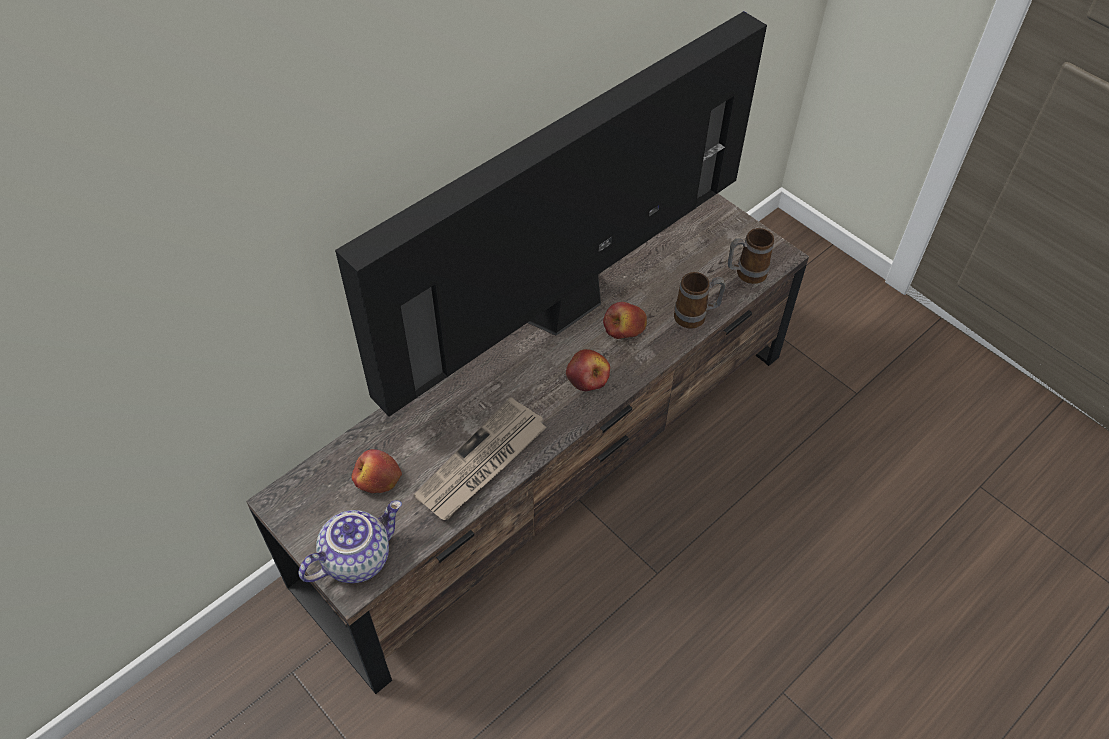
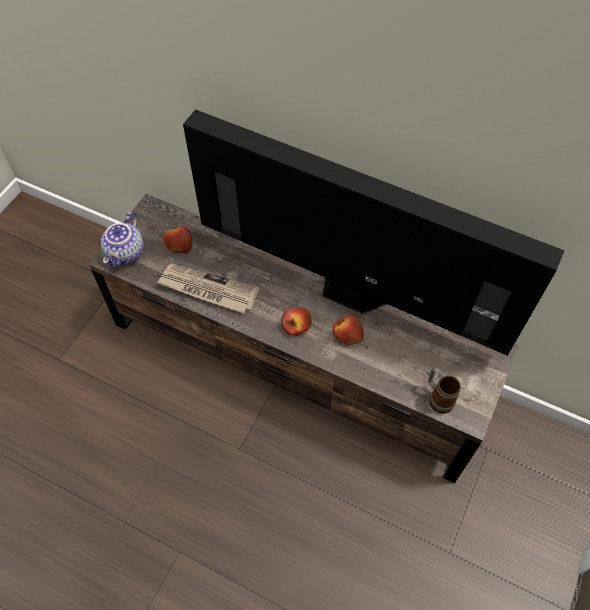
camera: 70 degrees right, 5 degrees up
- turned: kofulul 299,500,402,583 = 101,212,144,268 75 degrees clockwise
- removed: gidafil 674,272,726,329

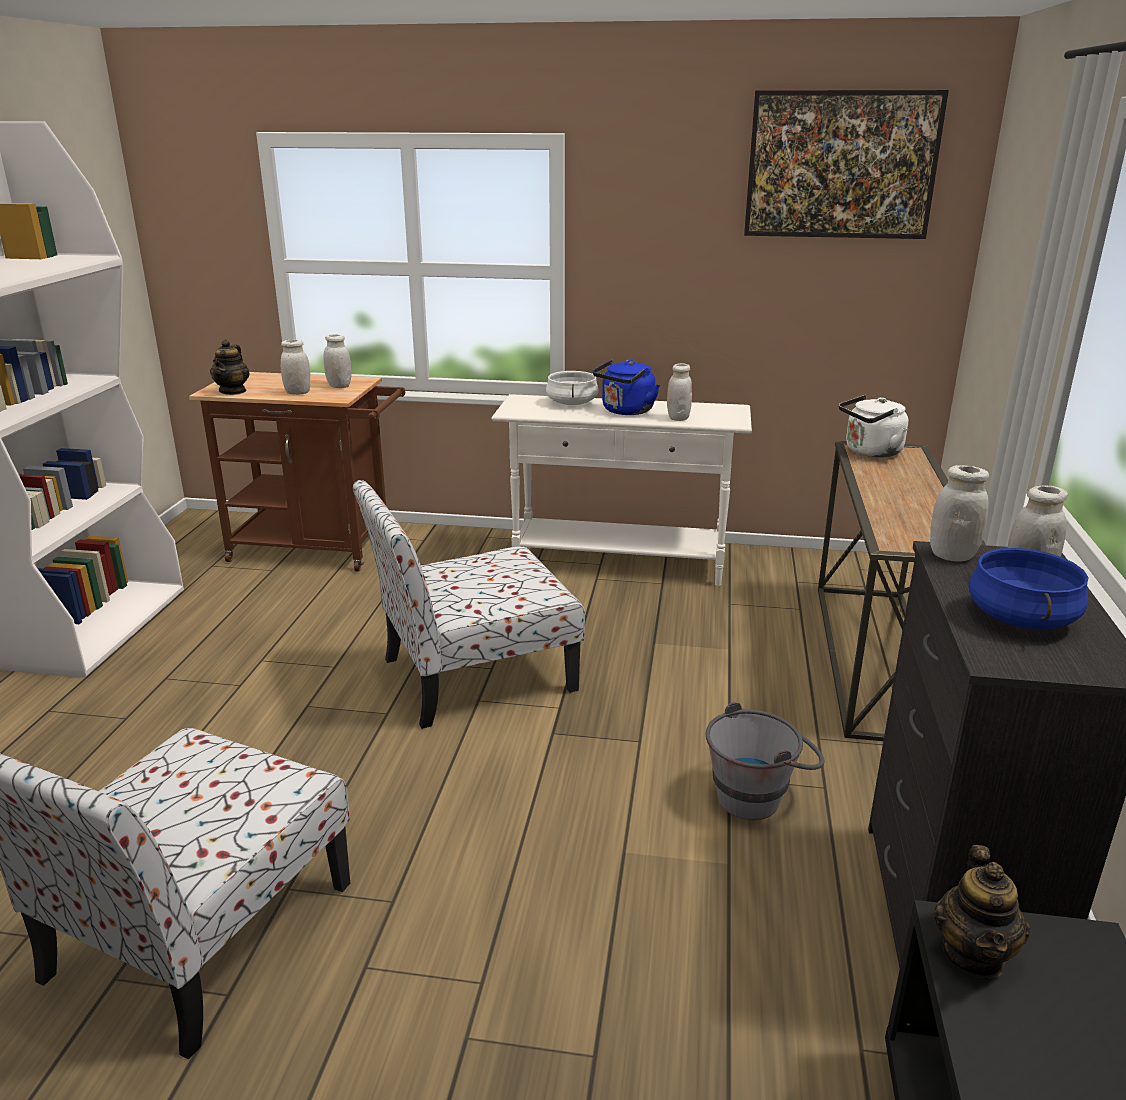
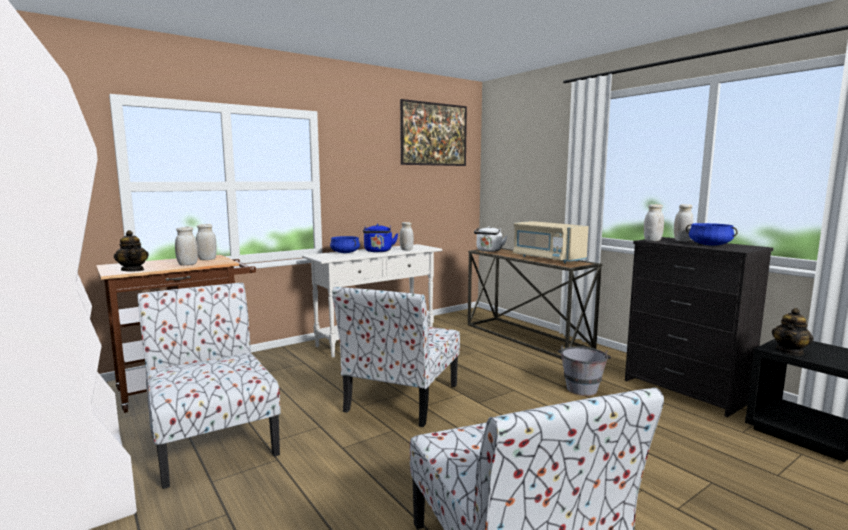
camera: 45 degrees left, 15 degrees down
- added: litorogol 137,282,281,489
- recoloured: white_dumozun 546,371,599,405 to blue_dumozun 330,236,360,253
- added: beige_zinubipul 513,221,589,263
- turned: kofulul 933,845,1030,979 = 772,308,814,356 75 degrees clockwise

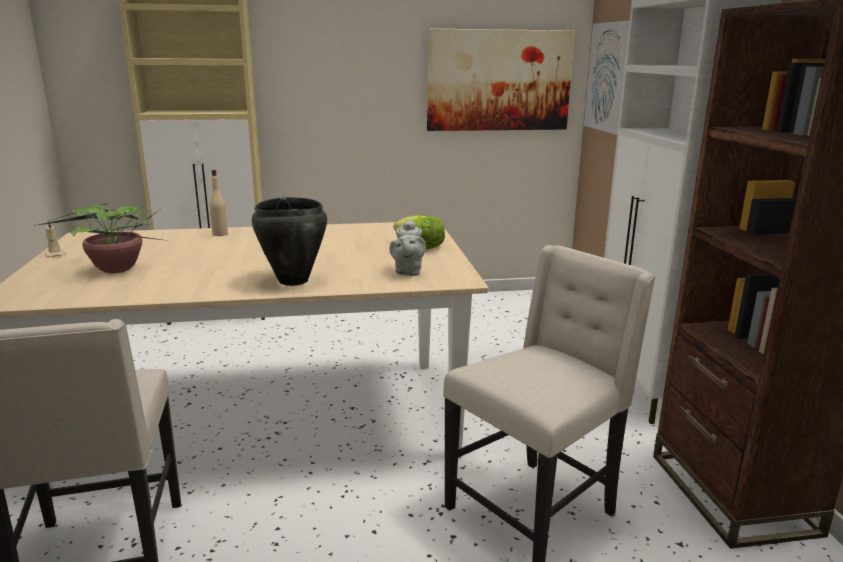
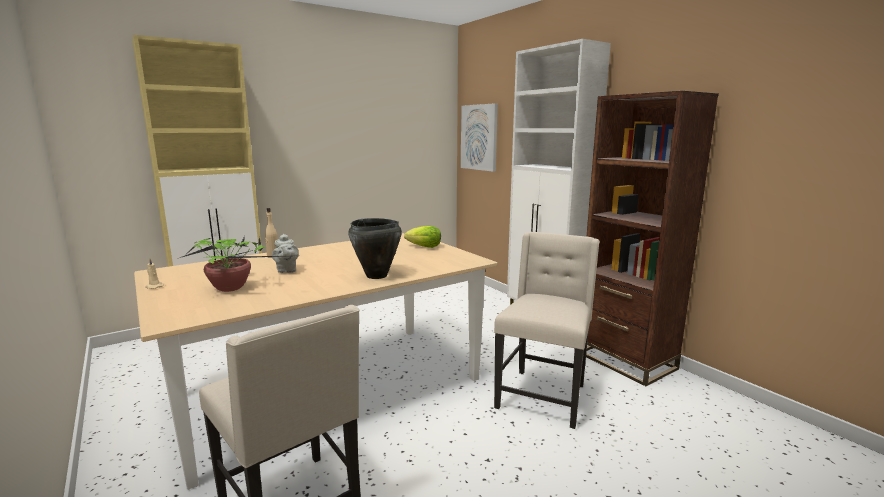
camera: 25 degrees left, 5 degrees down
- moved: grey_kofulul 389,219,426,276 to 272,234,299,273
- removed: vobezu 427,28,575,131

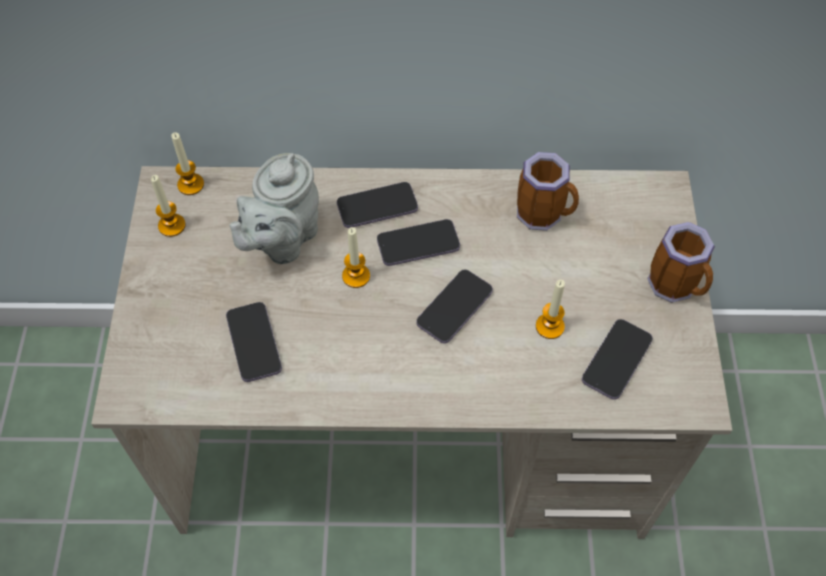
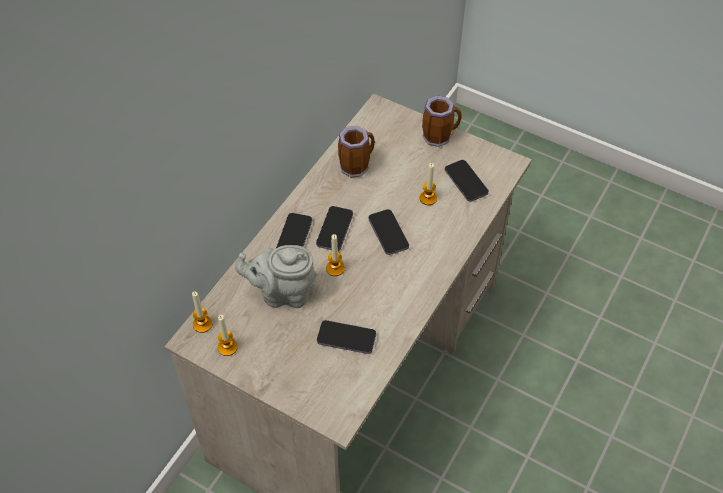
camera: 60 degrees left, 5 degrees down
- turned: grey_kofulul 229,153,319,264 = 235,245,317,308 120 degrees clockwise

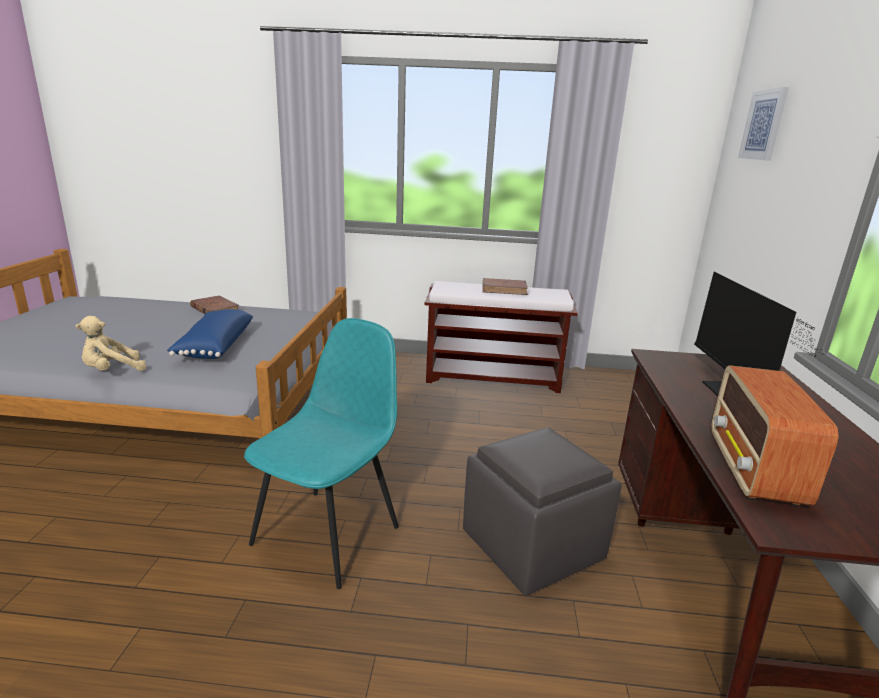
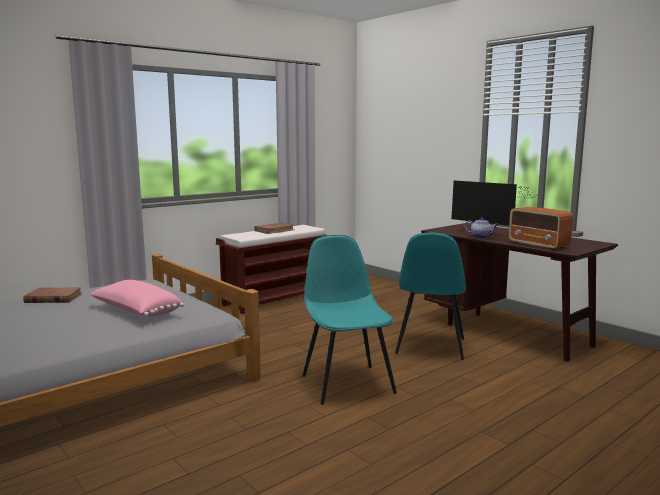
camera: 45 degrees left, 10 degrees down
- recoloured: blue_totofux 167,309,253,359 to pink_totofux 90,280,184,317
- replaced: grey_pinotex 463,427,622,596 to turquoise_litorogol 395,233,466,360
- added: kofulul 465,217,499,238
- removed: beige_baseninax 76,316,146,371
- removed: vobezu 738,87,789,161

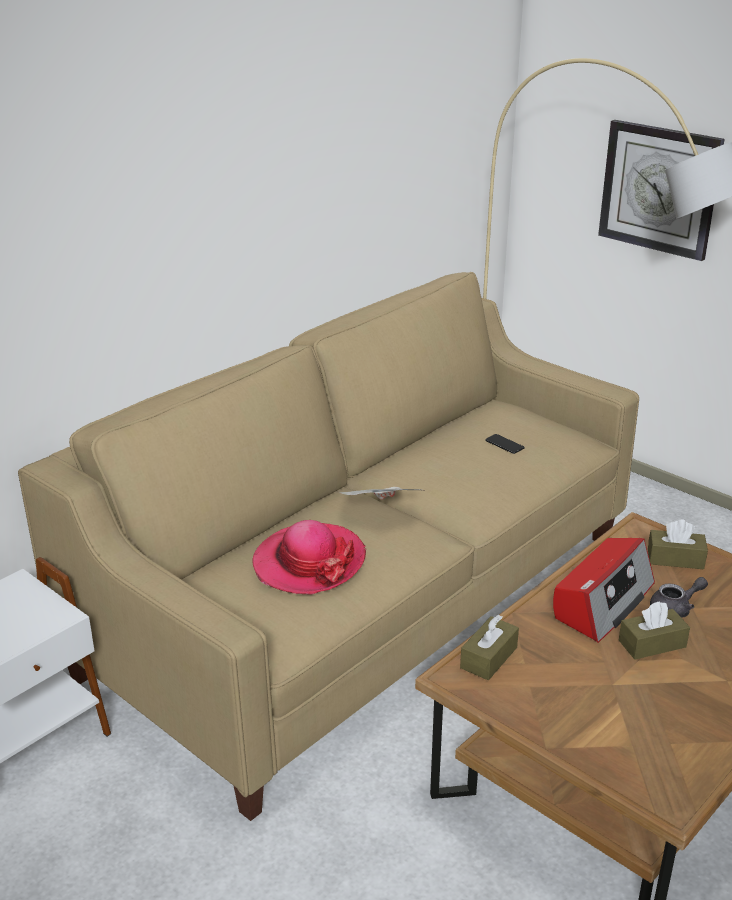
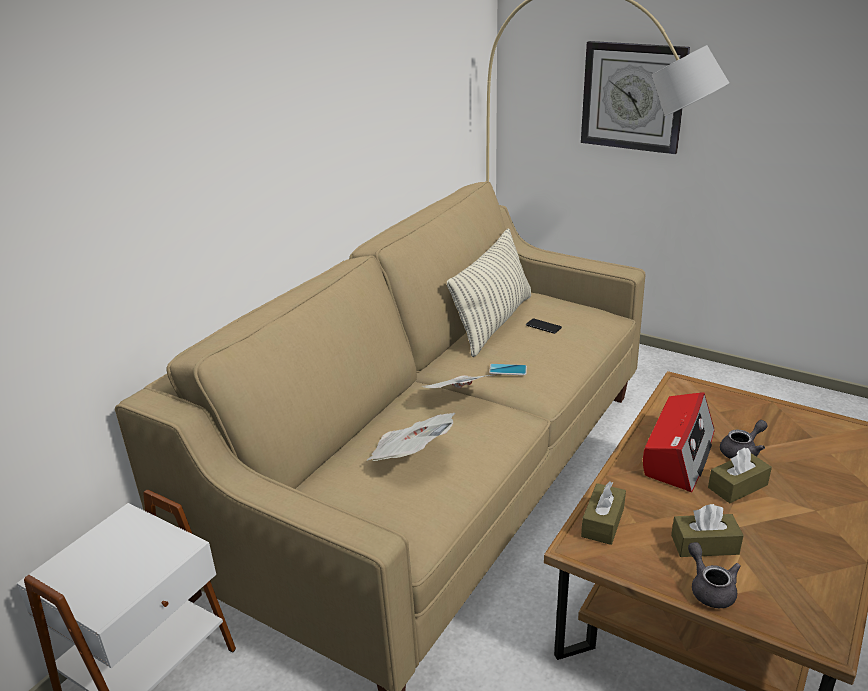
camera: 10 degrees left, 0 degrees up
- replaced: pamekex 252,520,366,595 to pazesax 366,413,456,461
- added: totofux 447,228,531,357
- added: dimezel 489,364,527,375
- moved: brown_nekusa 648,520,708,569 to 671,504,744,557
- added: grey_kofulul 688,542,741,608

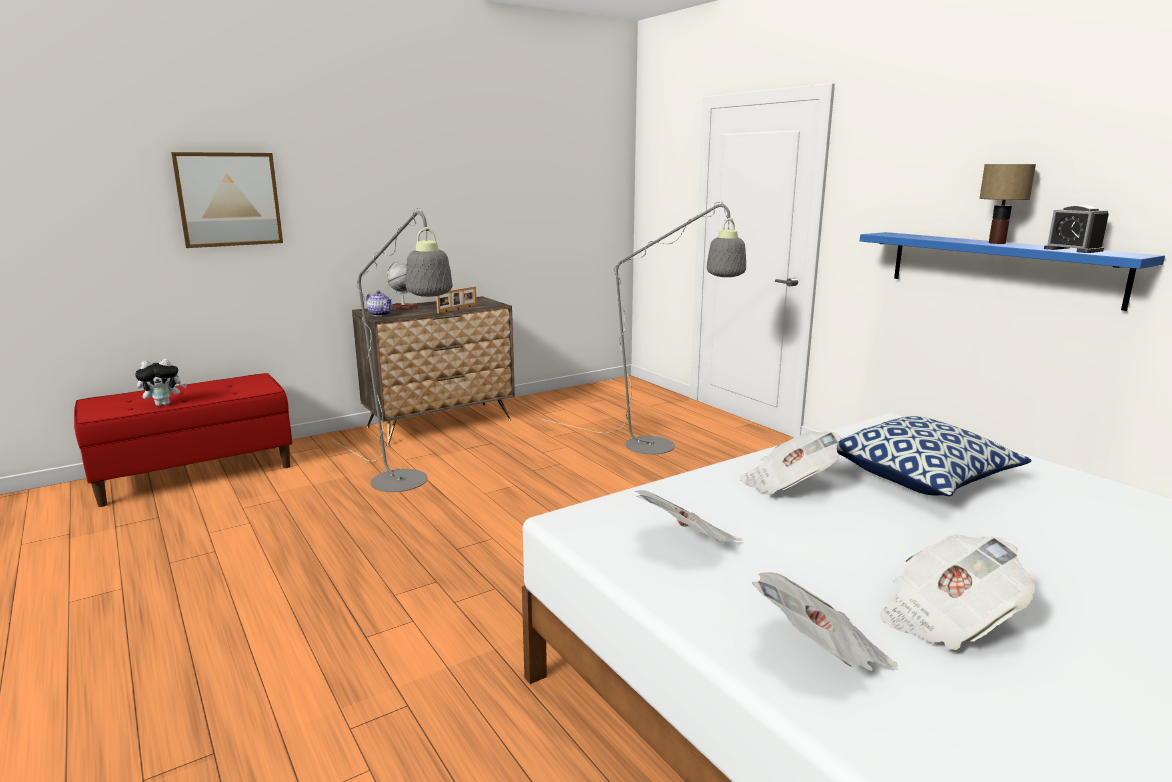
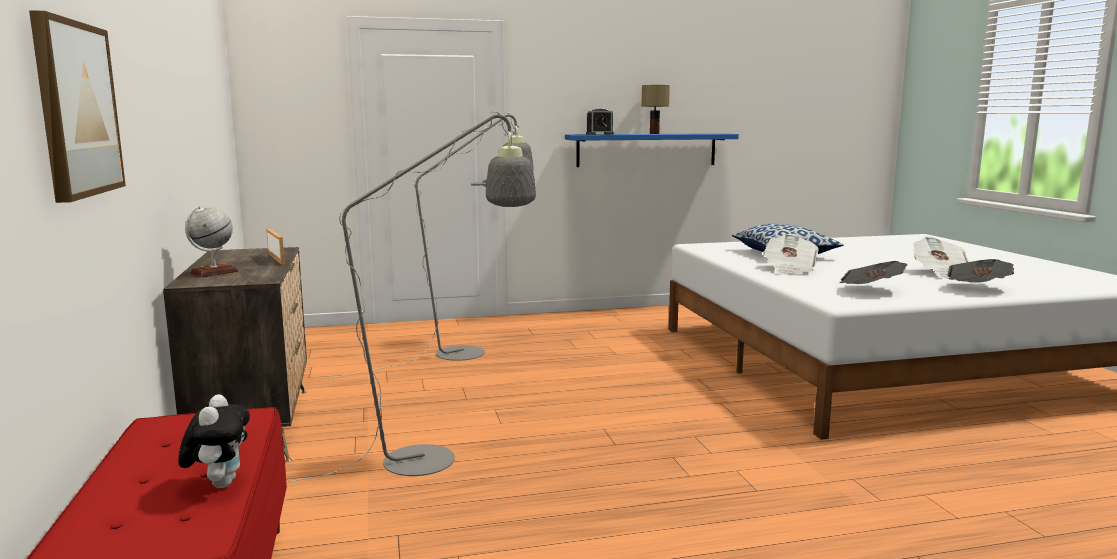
camera: 70 degrees left, 5 degrees down
- moved: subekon 1044,206,1109,253 to 586,108,614,135
- removed: kofulul 366,291,392,316

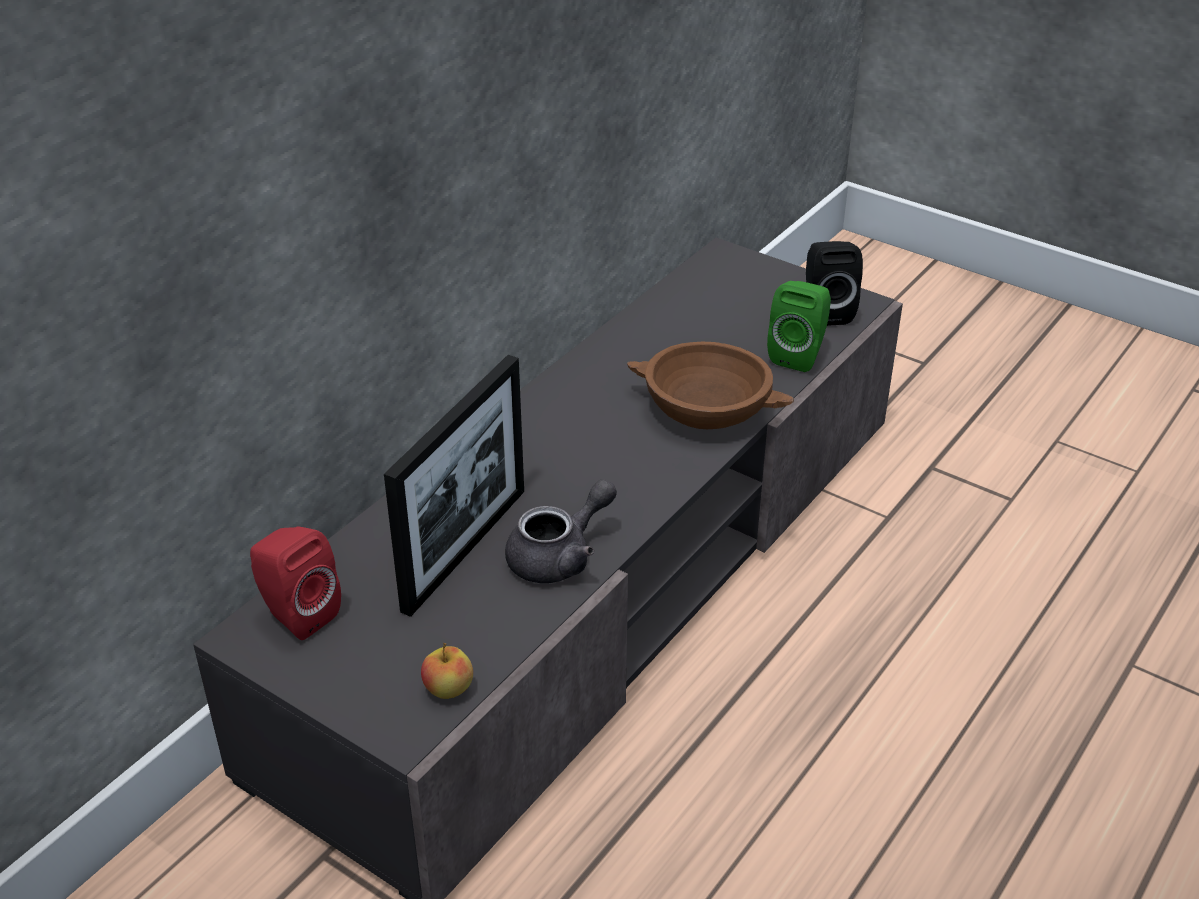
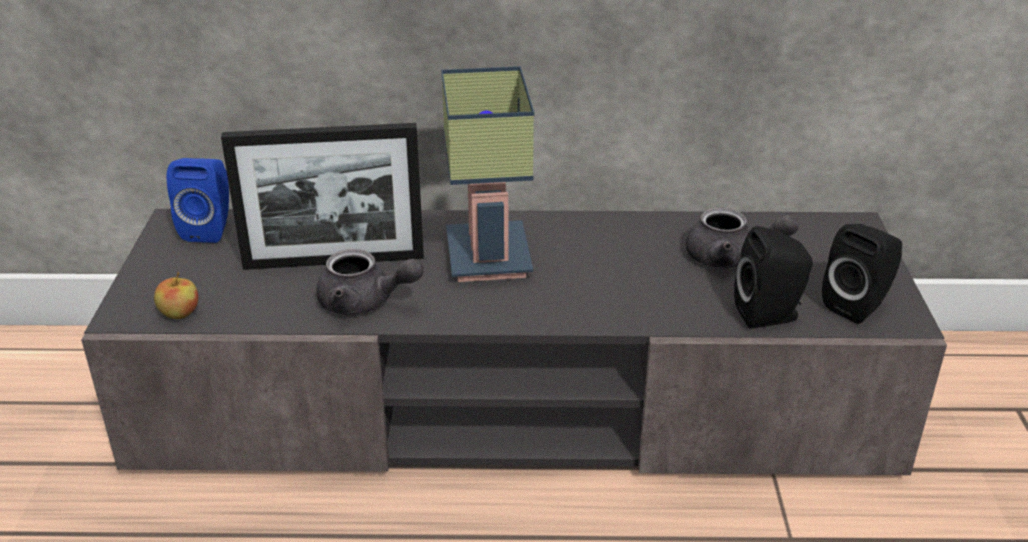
camera: 55 degrees right, 5 degrees down
- recoloured: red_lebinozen 250,526,341,640 to blue_lebinozen 167,158,229,243
- added: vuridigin 441,66,534,282
- added: grey_kofulul 686,207,799,268
- recoloured: green_lebinozen 767,281,831,372 to black_lebinozen 734,226,813,328
- removed: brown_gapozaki 627,342,794,429

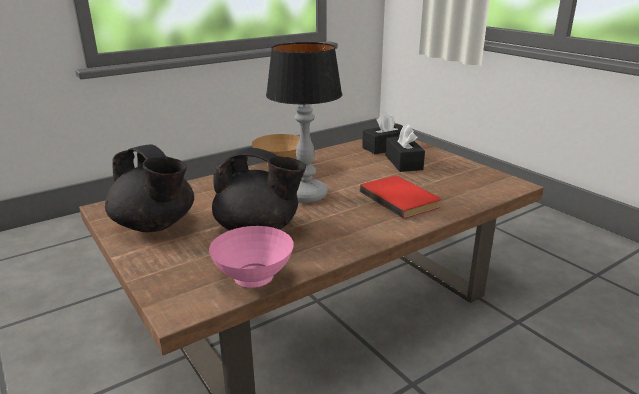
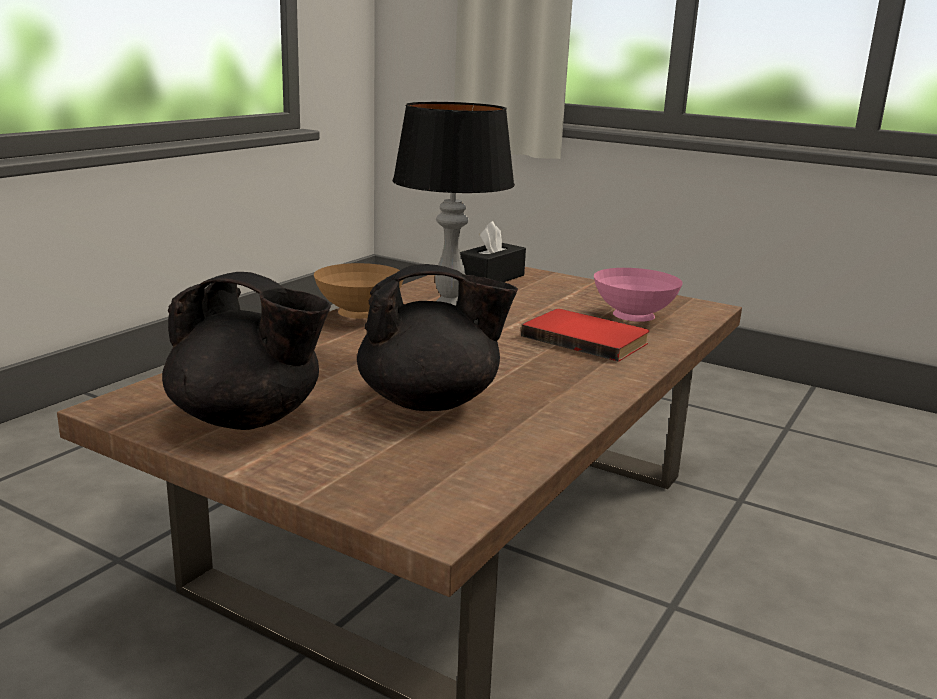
camera: 25 degrees left, 5 degrees down
- moved: pink_gapozaki 209,226,294,288 to 594,268,683,322
- removed: black_nekusa 385,125,425,172

